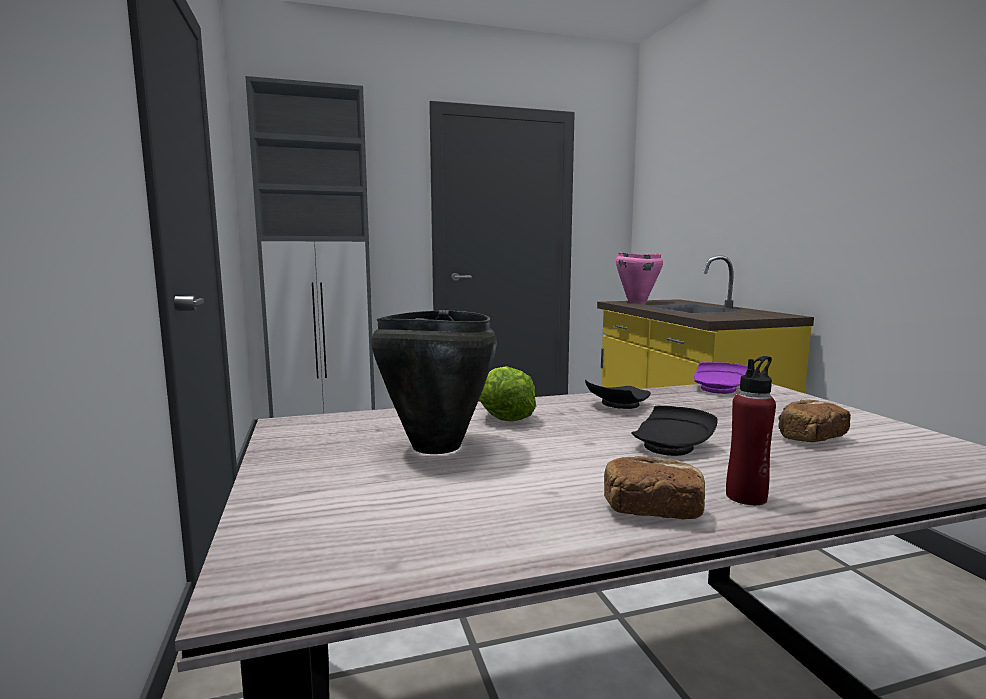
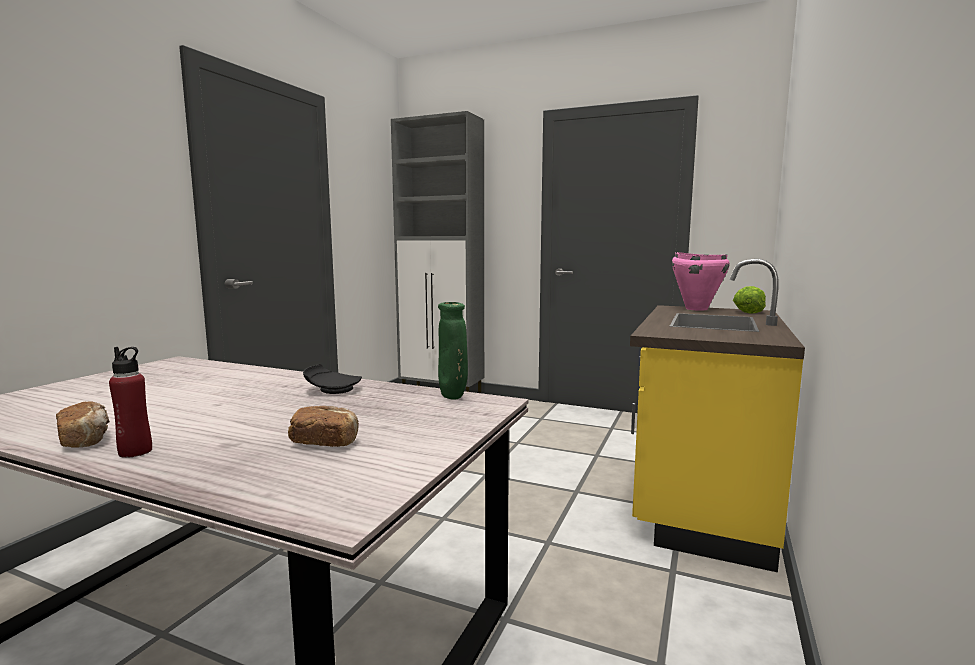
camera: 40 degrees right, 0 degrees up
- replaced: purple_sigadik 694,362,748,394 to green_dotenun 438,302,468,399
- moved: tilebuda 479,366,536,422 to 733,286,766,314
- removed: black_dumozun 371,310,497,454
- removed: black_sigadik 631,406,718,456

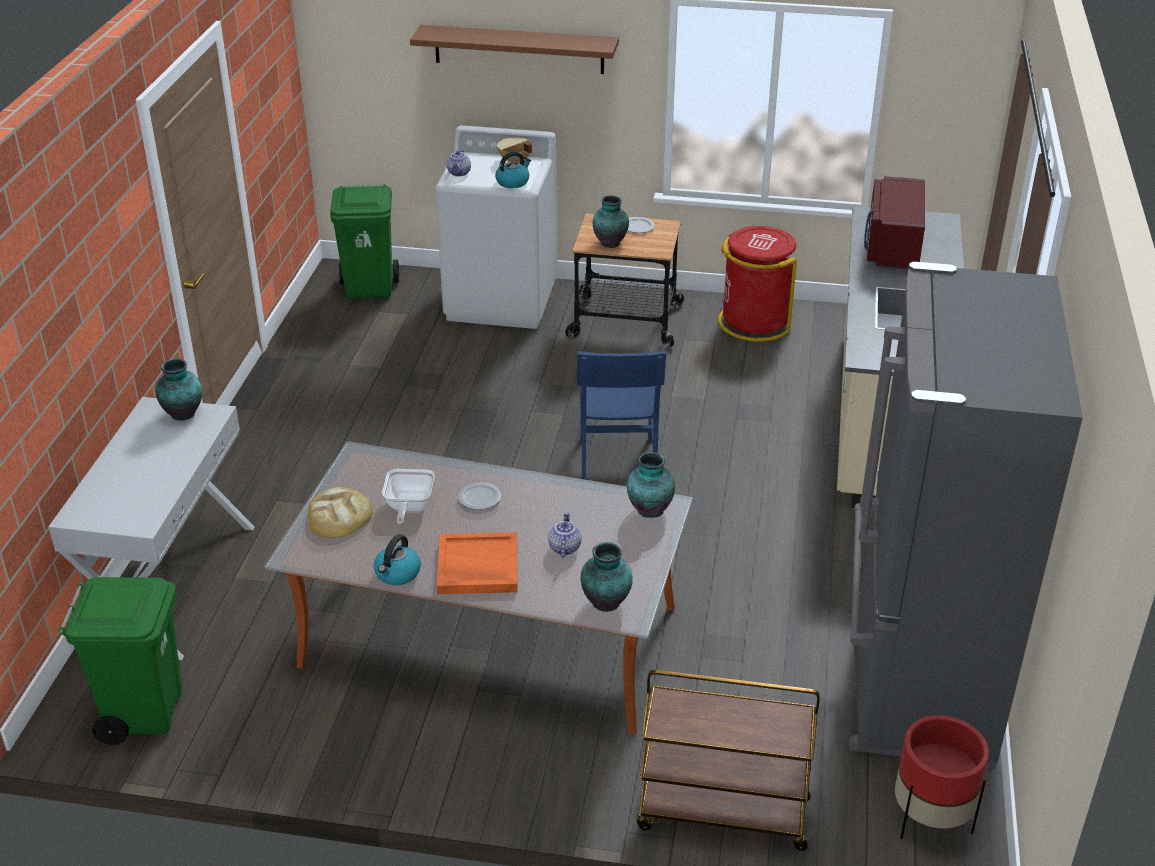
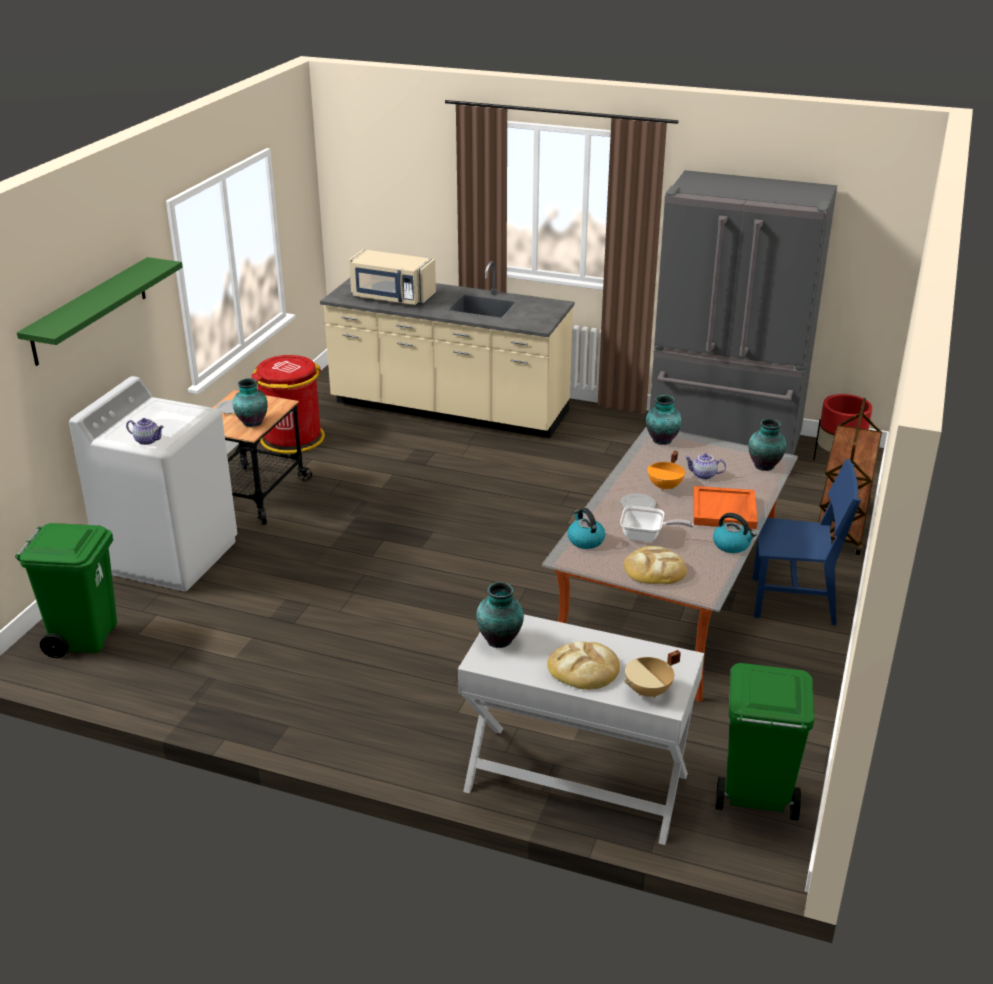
camera: 80 degrees left, 5 degrees down
- recoloured: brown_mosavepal 410,25,619,74 to green_mosavepal 17,257,183,366
- recoloured: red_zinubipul 864,176,925,270 to beige_zinubipul 349,249,436,305
- added: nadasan 547,641,620,690
- moved: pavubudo 495,152,531,189 to 567,508,605,549
- moved: beige_dumozun 497,137,532,163 to 624,650,681,698
- added: orange_dumozun 648,451,685,491
- moved: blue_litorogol 577,350,666,480 to 753,459,861,625

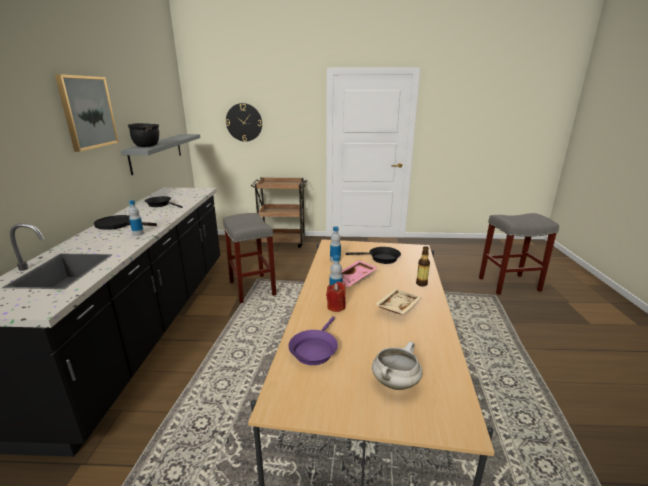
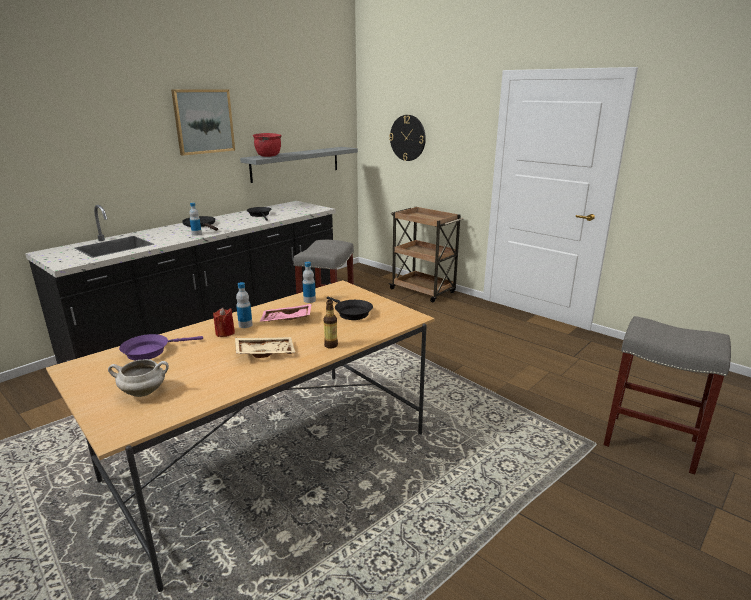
camera: 40 degrees right, 0 degrees up
- recoloured: black_dumozun 128,123,159,147 to red_dumozun 253,133,282,157

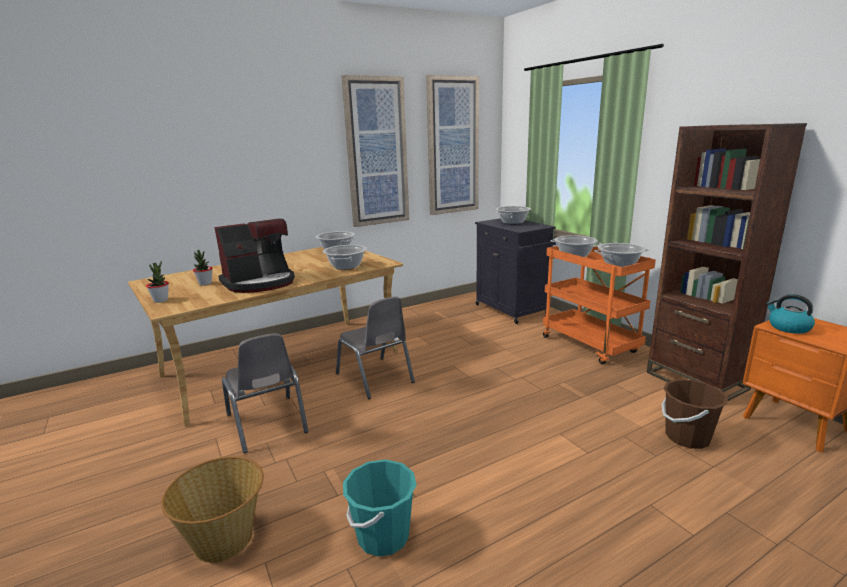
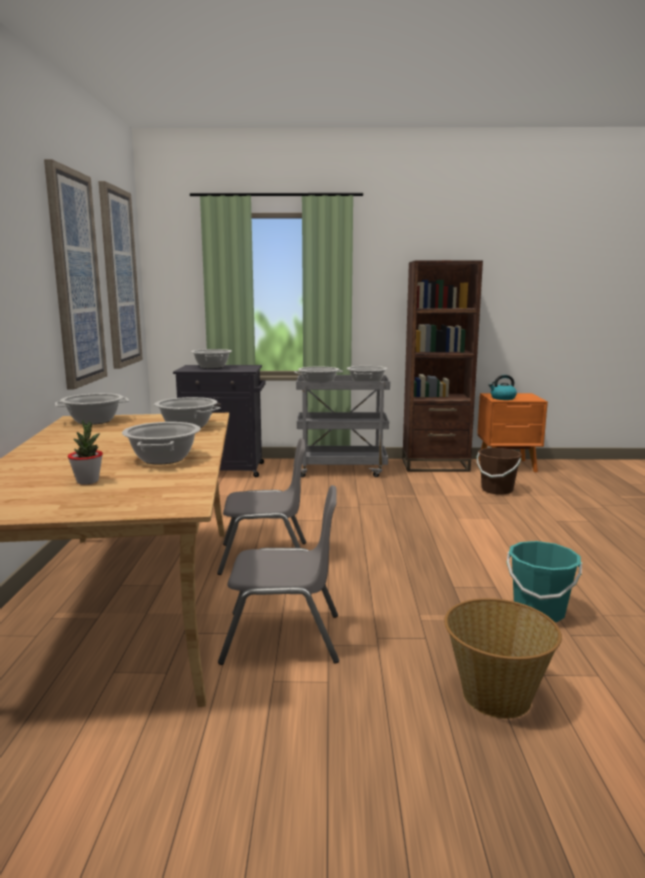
camera: 60 degrees left, 5 degrees down
- replaced: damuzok 214,219,295,293 to dumozun 122,422,200,464
- recoloured: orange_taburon 543,245,656,364 to grey_taburon 296,375,390,477
- removed: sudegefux 146,261,169,303

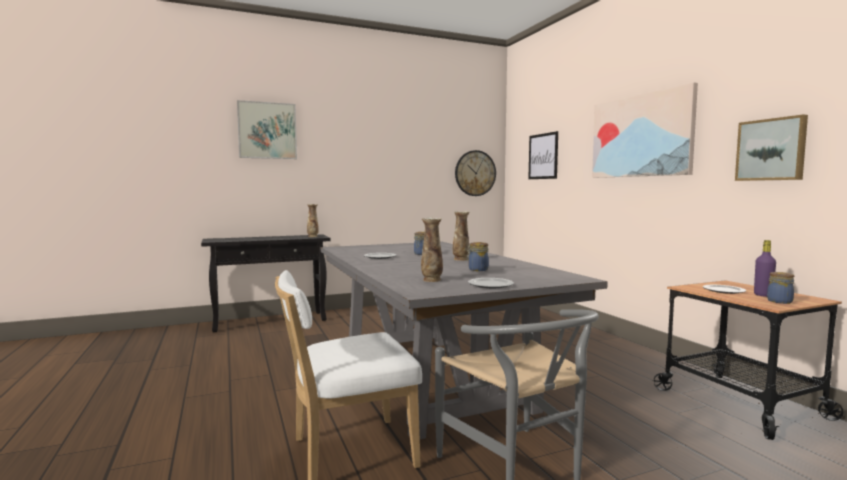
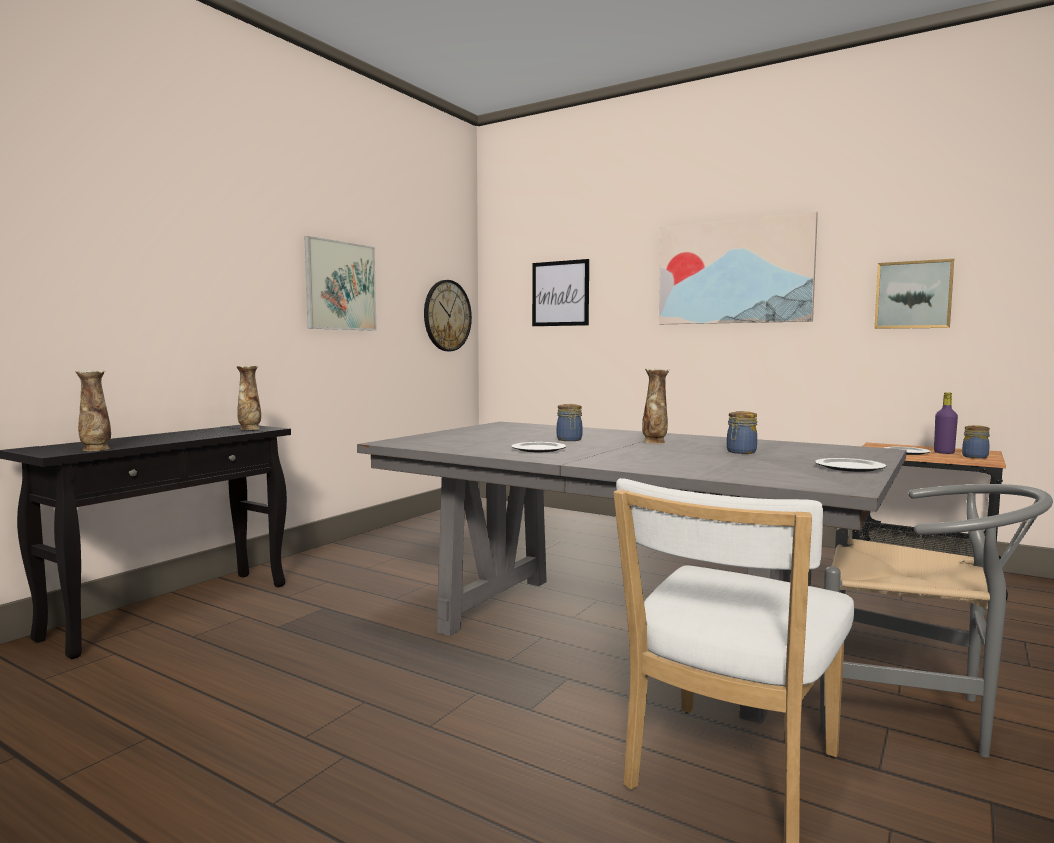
camera: 35 degrees left, 0 degrees up
- moved: dotenun 421,218,443,282 to 75,370,111,451
- moved: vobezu 237,100,297,159 to 304,236,376,331

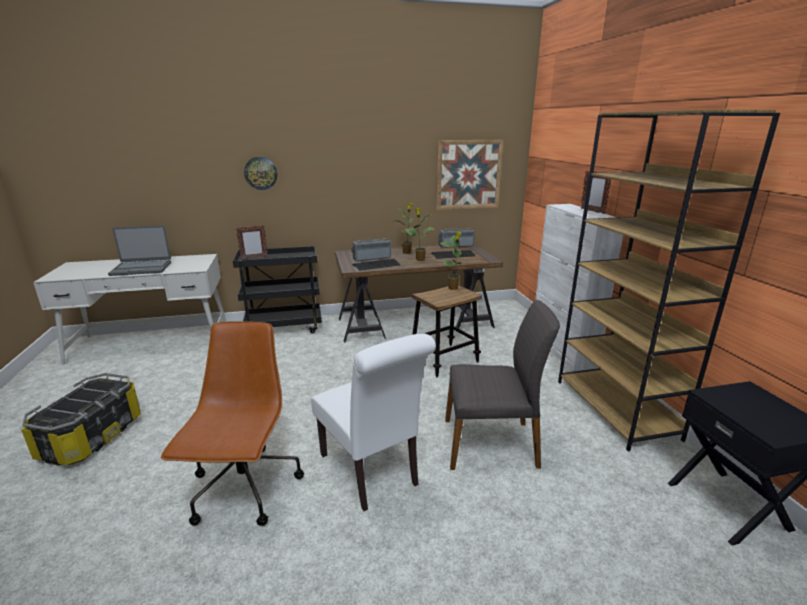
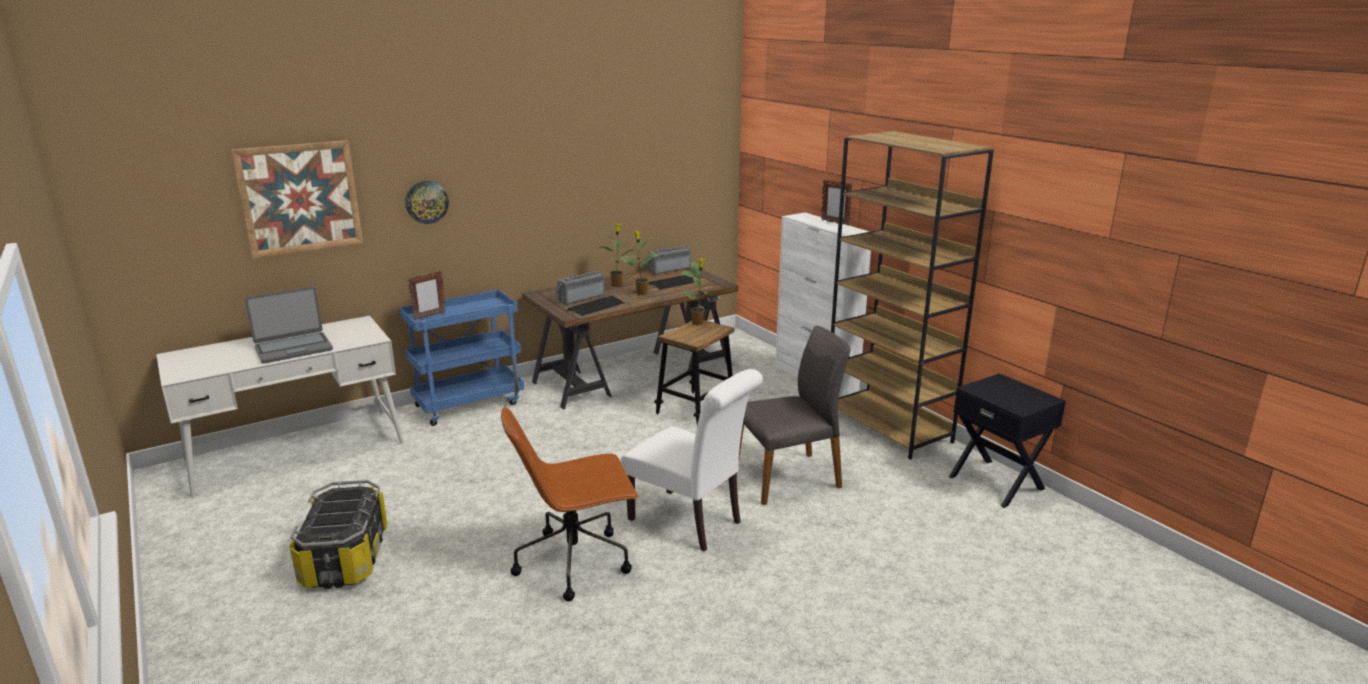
camera: 20 degrees left, 0 degrees up
- moved: vobezu 436,140,503,210 to 231,140,363,258
- recoloured: black_taburon 233,246,322,334 to blue_taburon 399,290,524,426
- turned: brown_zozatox 161,321,304,526 = 501,406,639,601 90 degrees counterclockwise

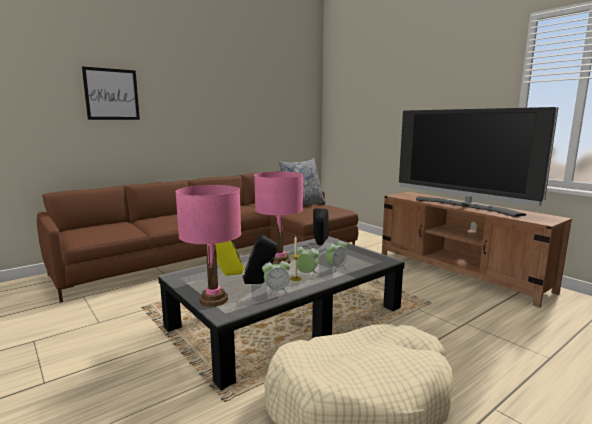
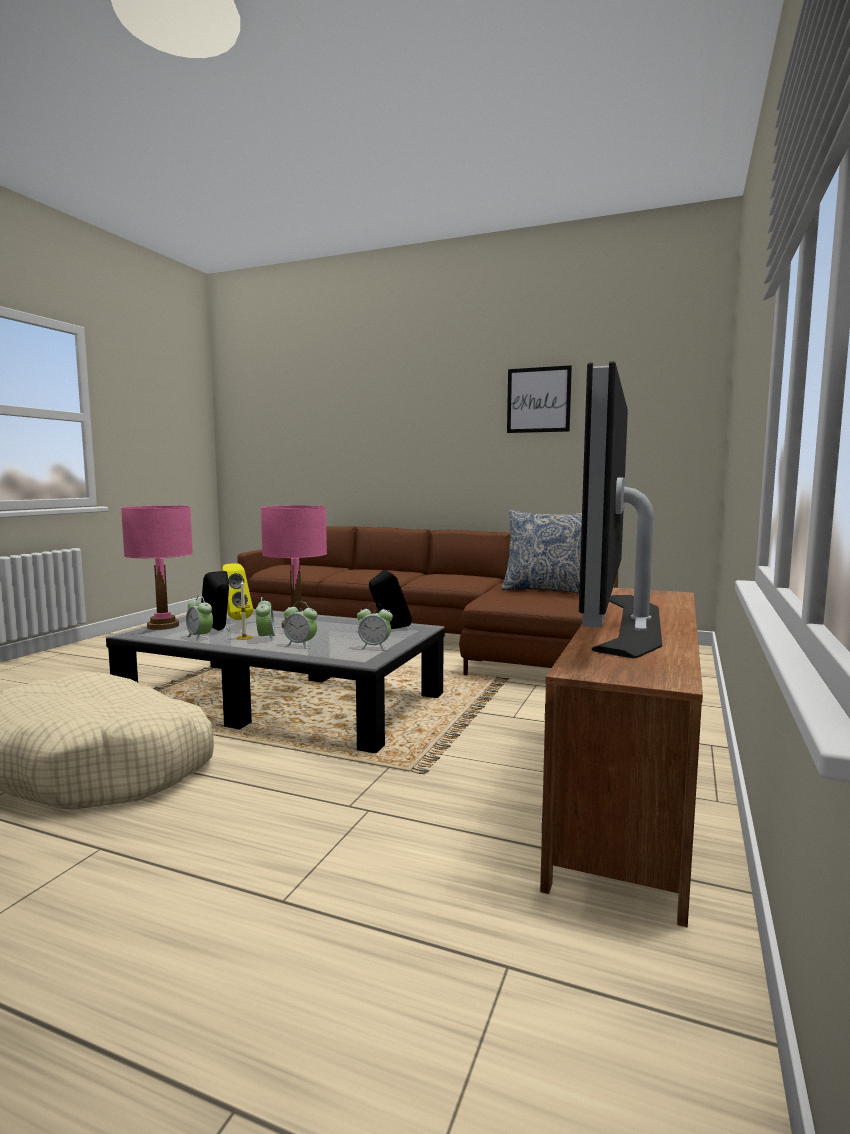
camera: 60 degrees right, 5 degrees down
- added: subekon 357,603,393,650
- moved: vobezu 82,66,140,120 to 507,365,572,433

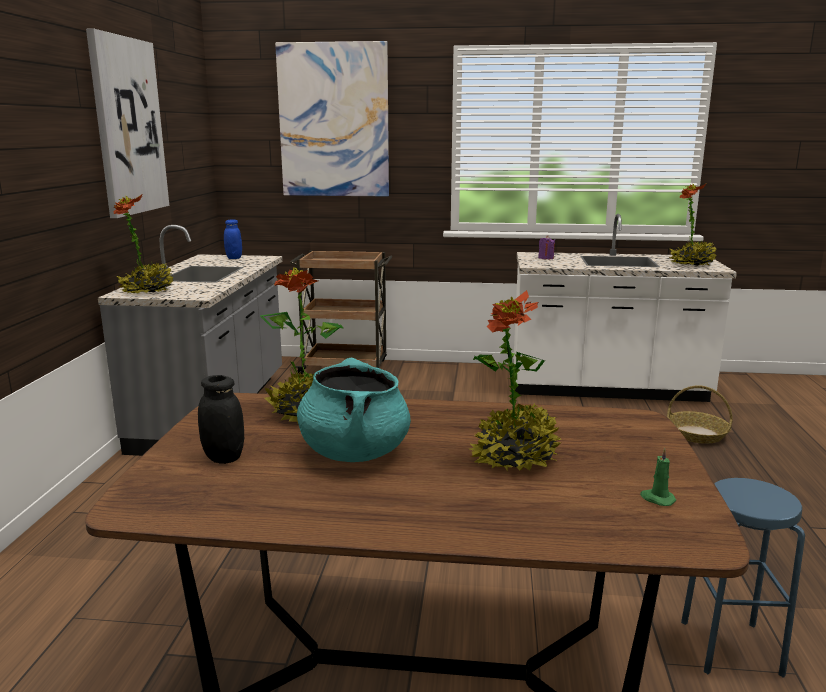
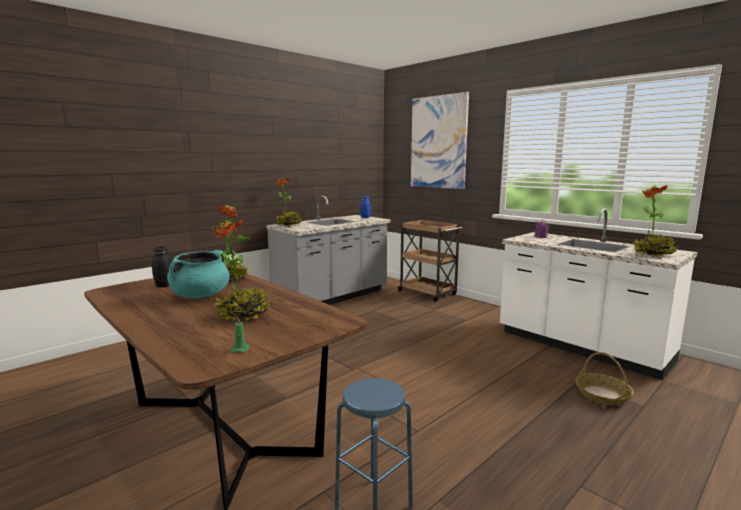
camera: 40 degrees right, 5 degrees down
- removed: vobezu 86,29,169,218

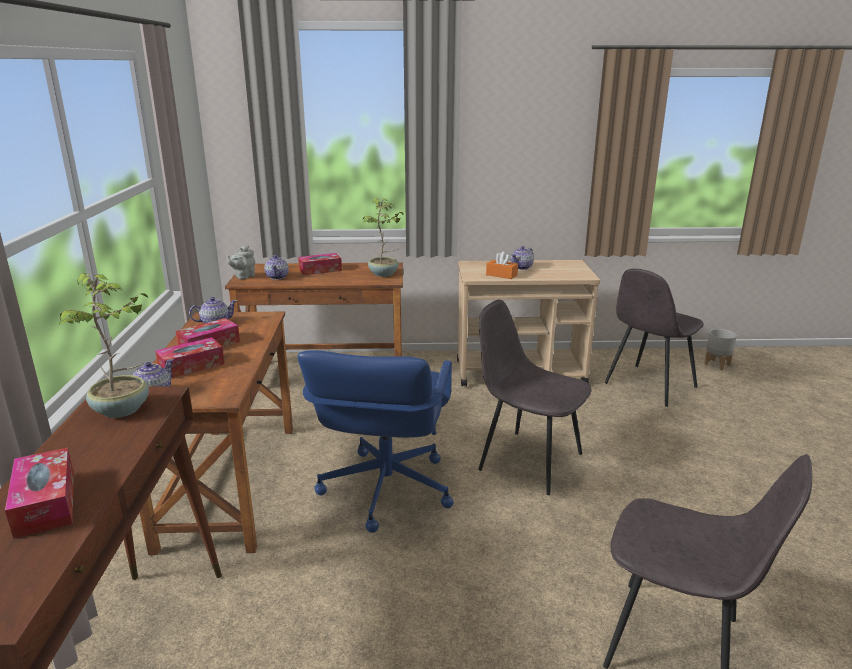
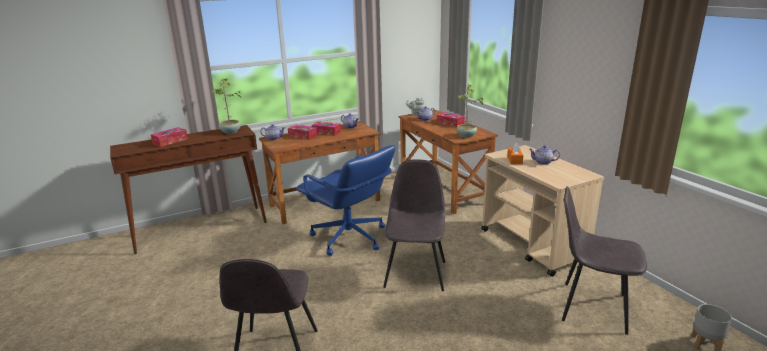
camera: 65 degrees right, 0 degrees up
- turned: blue_zozatox 297,350,453,533 = 296,145,396,256 120 degrees counterclockwise

